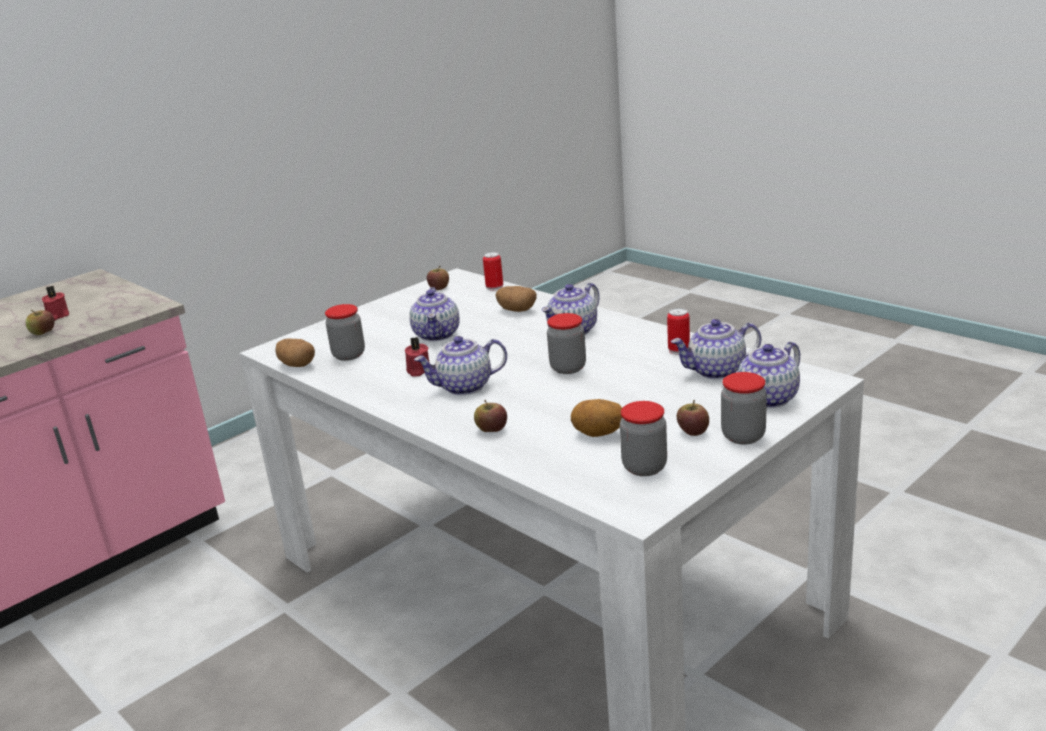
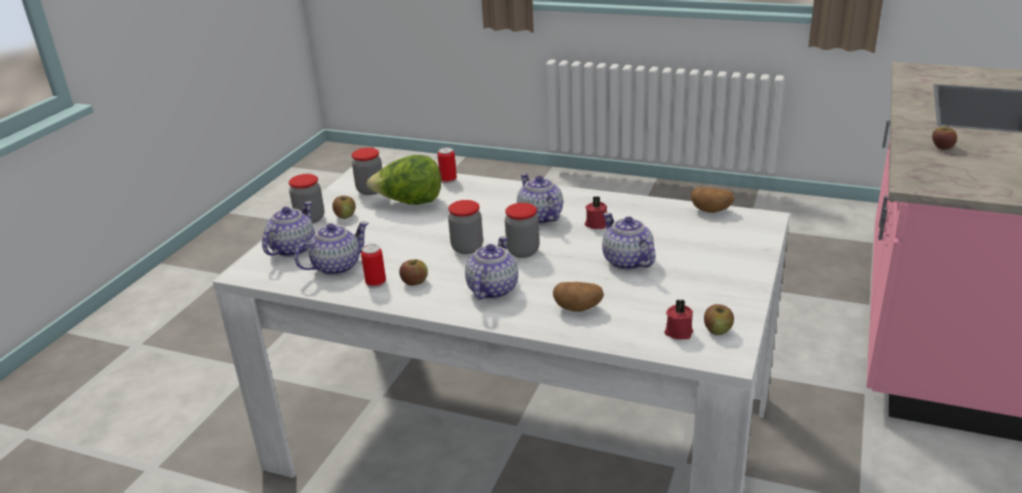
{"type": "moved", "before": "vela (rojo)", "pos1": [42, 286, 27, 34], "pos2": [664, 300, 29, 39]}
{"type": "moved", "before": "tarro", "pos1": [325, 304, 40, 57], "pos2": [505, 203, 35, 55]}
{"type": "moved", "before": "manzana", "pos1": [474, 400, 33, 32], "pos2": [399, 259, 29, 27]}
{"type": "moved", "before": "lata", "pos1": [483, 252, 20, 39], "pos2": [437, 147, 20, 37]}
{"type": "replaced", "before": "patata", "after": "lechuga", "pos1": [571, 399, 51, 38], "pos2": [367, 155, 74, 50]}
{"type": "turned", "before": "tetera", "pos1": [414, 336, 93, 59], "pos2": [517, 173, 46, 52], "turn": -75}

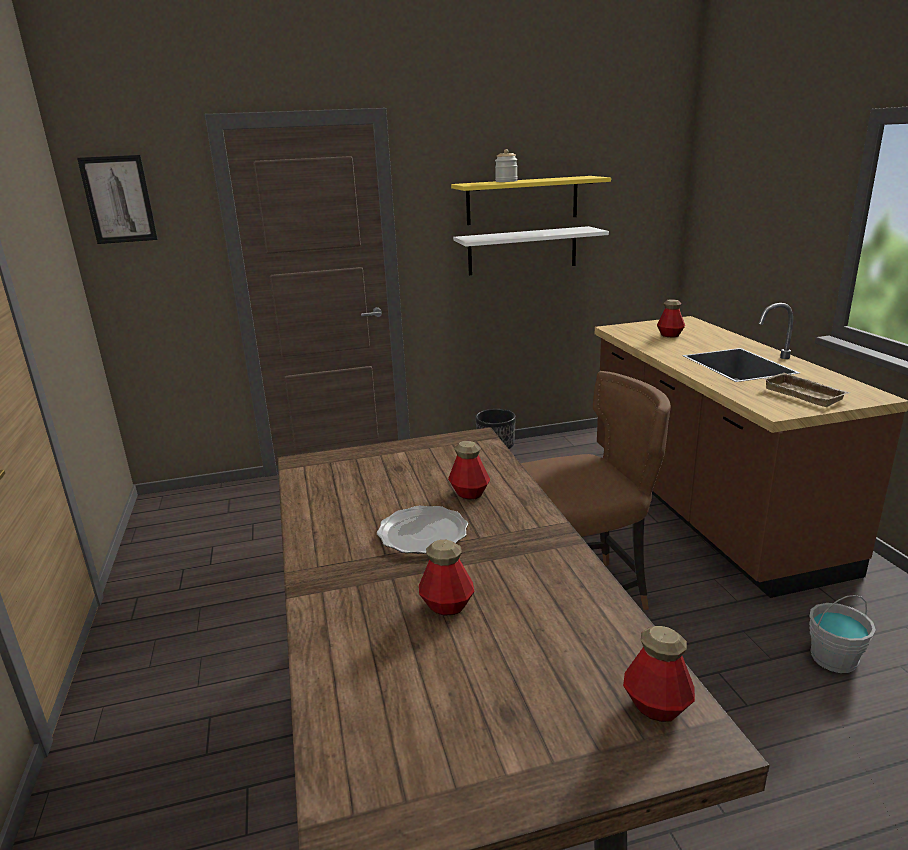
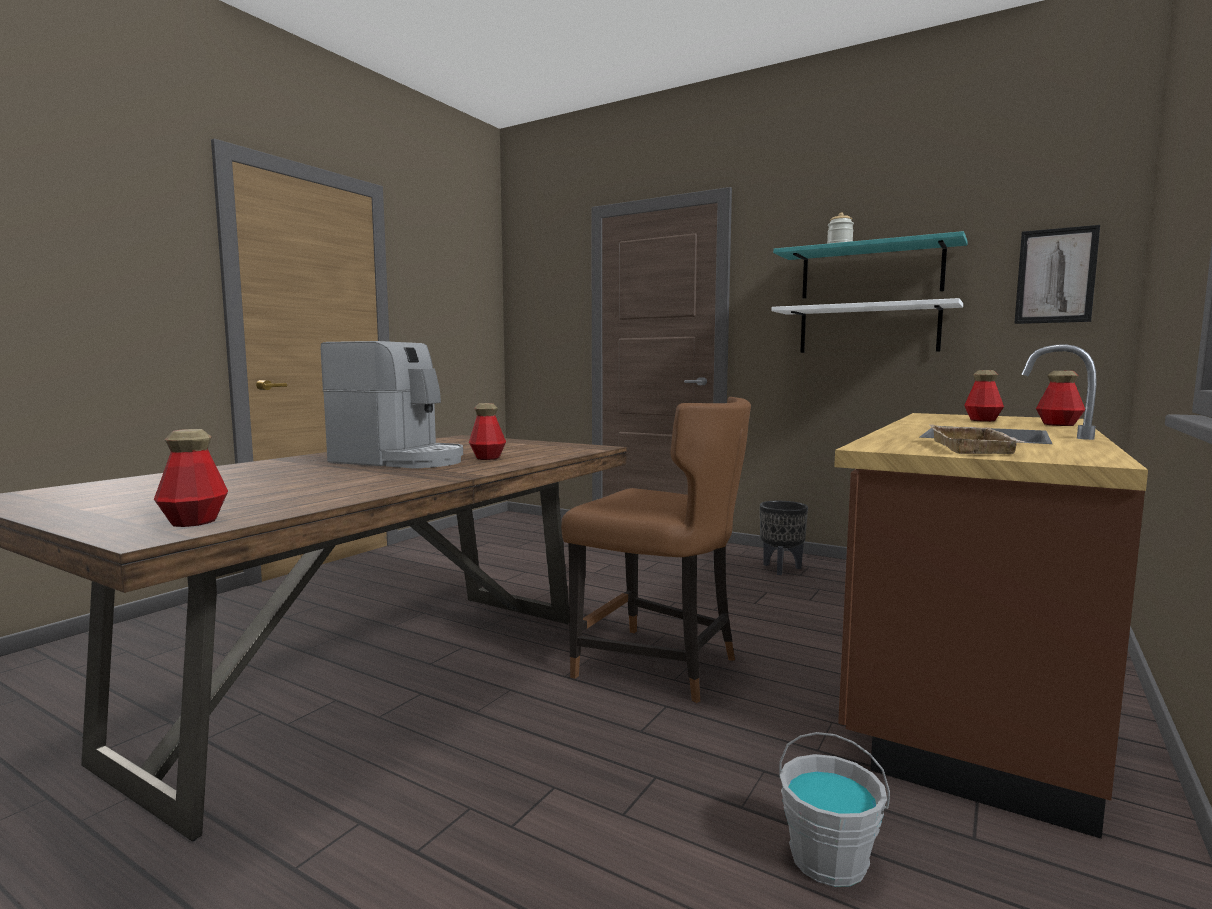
{"type": "moved", "before": "cuadro", "pos1": [77, 155, 81, 89], "pos2": [1014, 225, 86, 99]}
{"type": "moved", "before": "botella", "pos1": [419, 540, 56, 75], "pos2": [1036, 371, 49, 55]}
{"type": "replaced", "before": "plato", "after": "cafetera", "pos1": [377, 506, 91, 48], "pos2": [321, 341, 142, 127]}
{"type": "recoloured", "before": "estante (amarillo)", "after": "estante (turquesa)", "pos1": [451, 176, 160, 49], "pos2": [773, 231, 195, 67]}

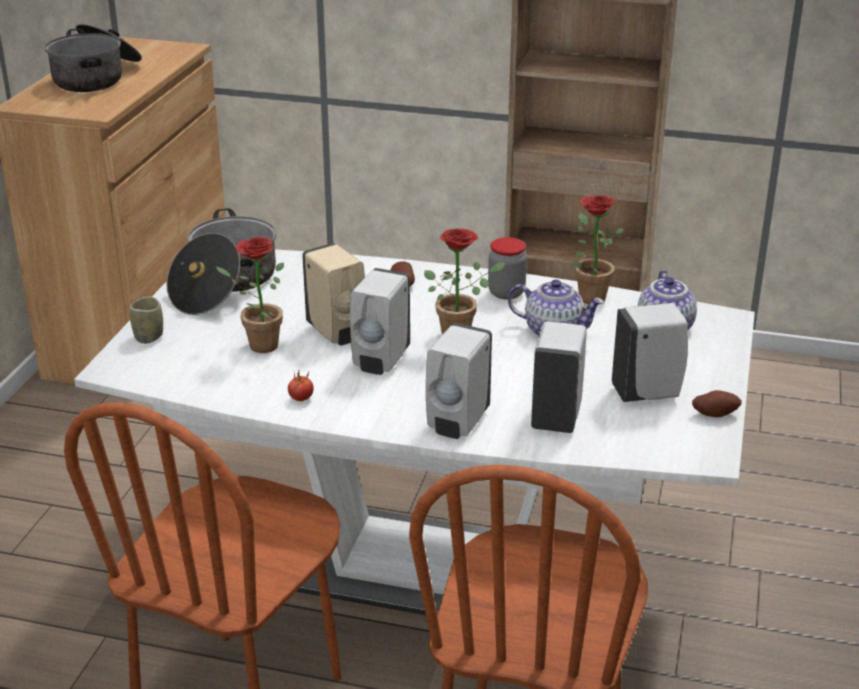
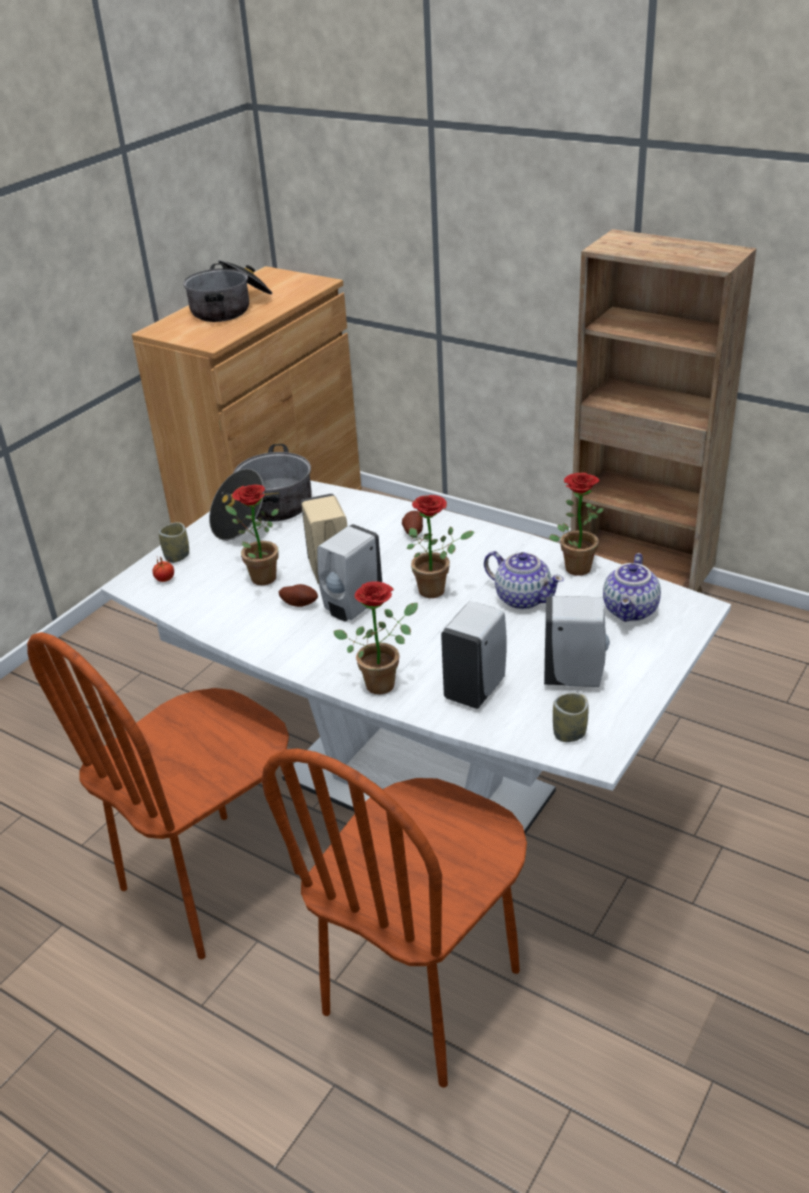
{"type": "removed", "before": "tarro", "pos1": [488, 237, 39, 63]}
{"type": "added", "after": "taza", "pos2": [553, 693, 36, 49]}
{"type": "moved", "before": "tomate", "pos1": [288, 371, 26, 30], "pos2": [153, 557, 21, 25]}
{"type": "moved", "before": "patata", "pos1": [692, 390, 50, 27], "pos2": [279, 584, 39, 23]}
{"type": "replaced", "before": "dispensador de jabón (blanco)", "after": "planta en maceta", "pos1": [426, 323, 66, 116], "pos2": [333, 581, 85, 113]}

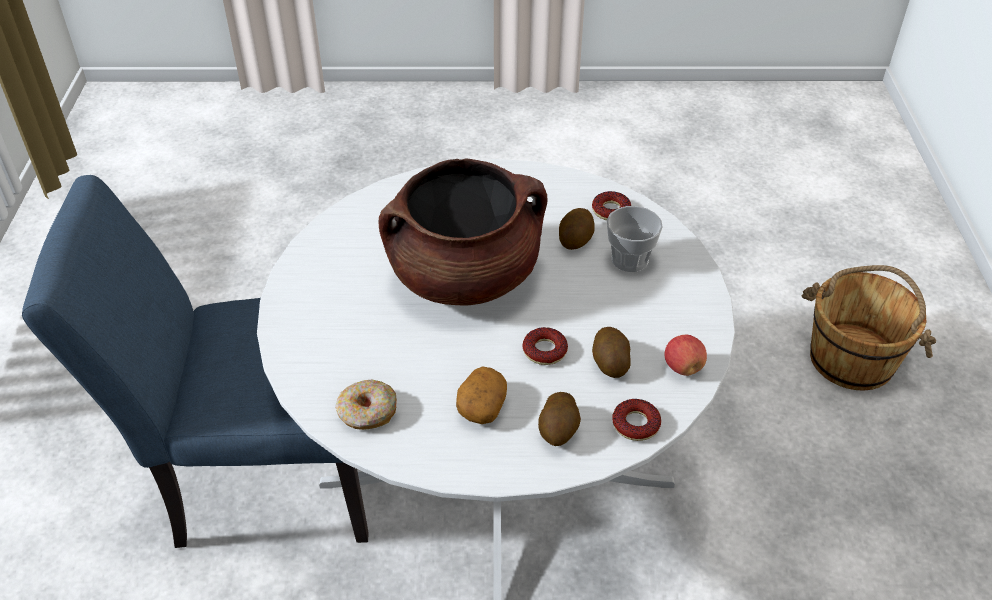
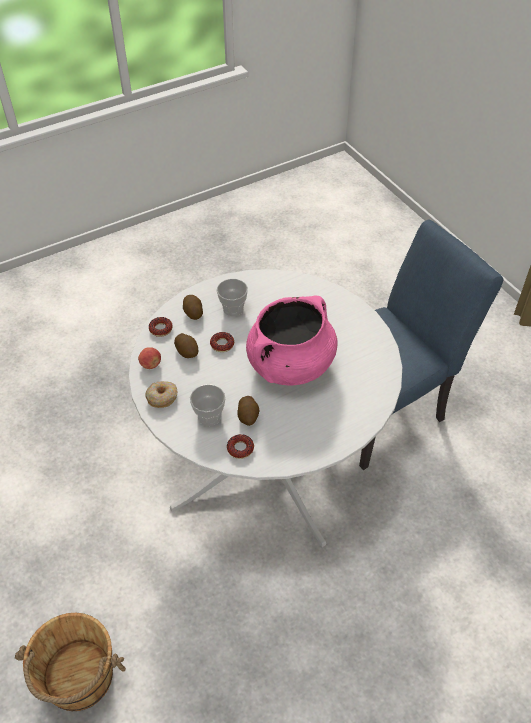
{"type": "moved", "before": "rosquilla", "pos1": [335, 379, 62, 51], "pos2": [146, 381, 32, 27]}
{"type": "replaced", "before": "patata", "after": "taza", "pos1": [456, 366, 51, 58], "pos2": [217, 279, 31, 37]}
{"type": "recoloured", "before": "olla (marrón)", "after": "olla (rosa)", "pos1": [379, 158, 169, 148], "pos2": [246, 295, 91, 90]}

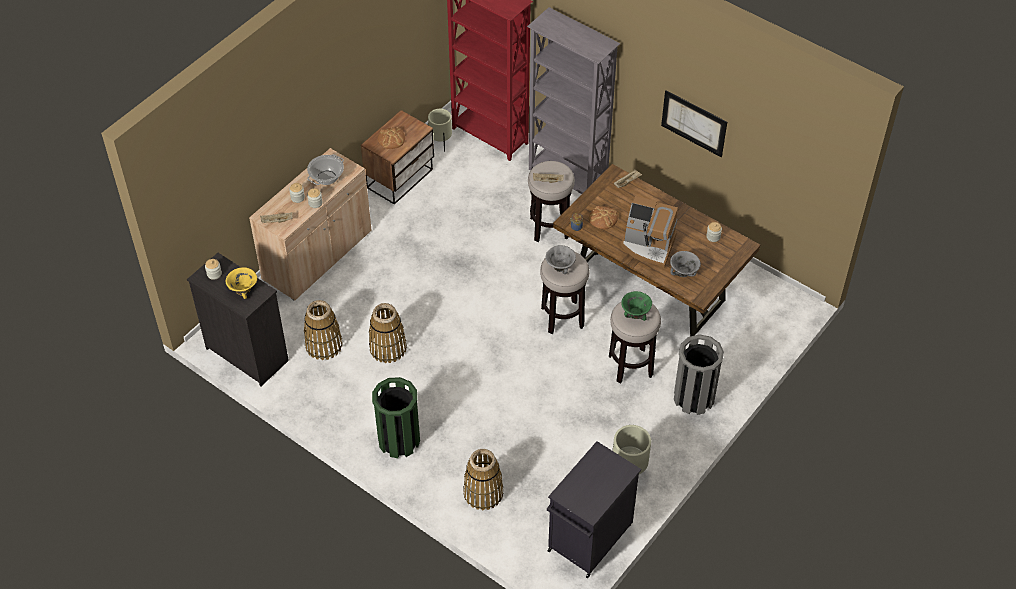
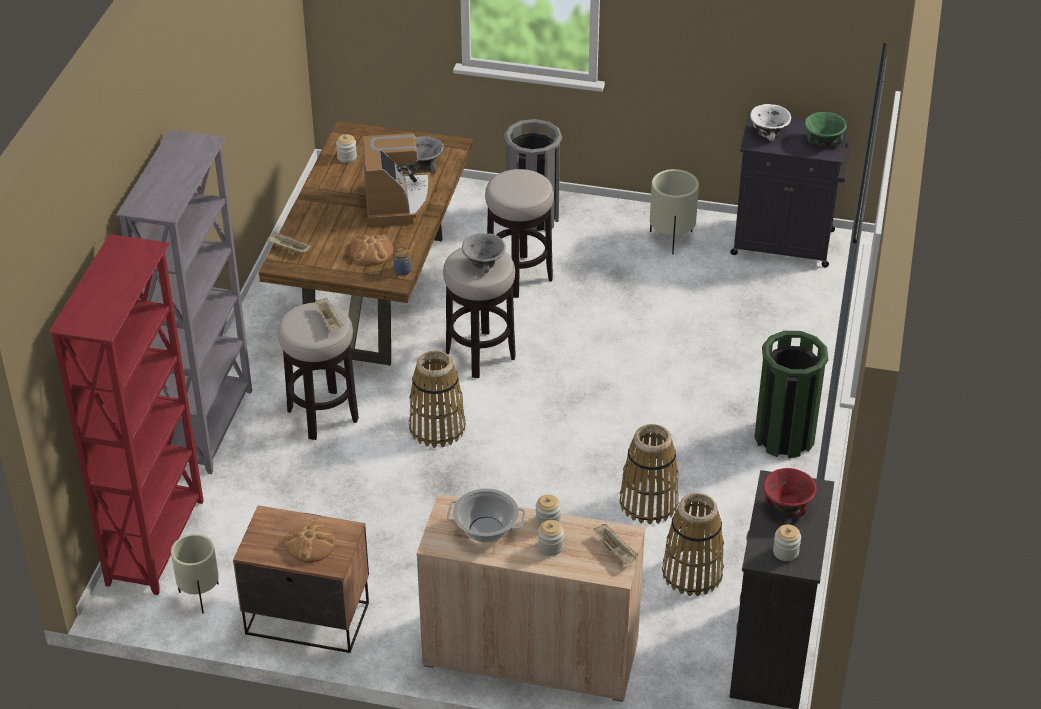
{"type": "removed", "before": "cuadro", "pos1": [661, 90, 66, 67]}
{"type": "added", "after": "cuenco (blanco)", "pos2": [750, 104, 41, 37]}
{"type": "moved", "before": "cesta", "pos1": [463, 449, 41, 61], "pos2": [409, 350, 57, 98]}
{"type": "moved", "before": "cuenco (verde)", "pos1": [621, 291, 31, 30], "pos2": [805, 112, 42, 35]}
{"type": "recoloured", "before": "cuenco (amarillo)", "after": "cuenco (rojo)", "pos1": [226, 267, 31, 32], "pos2": [763, 468, 54, 49]}

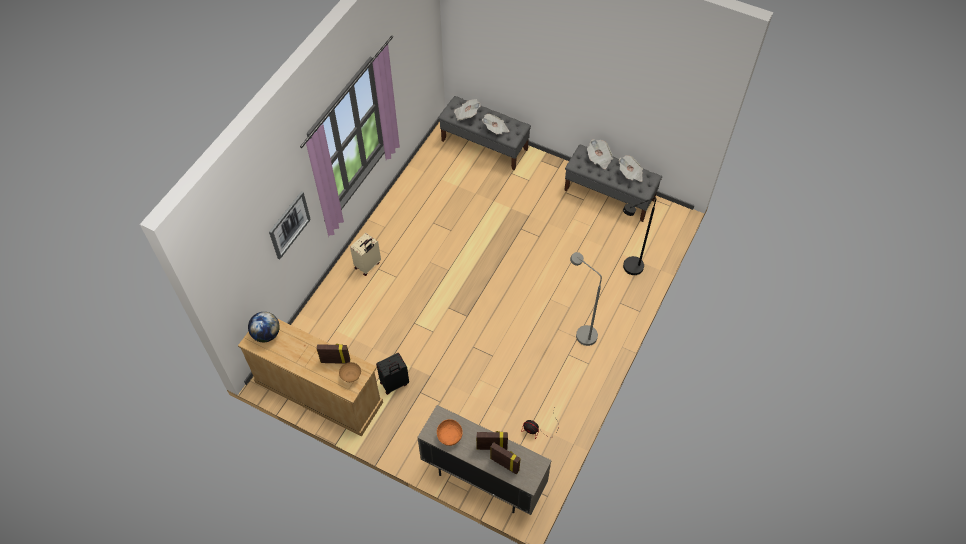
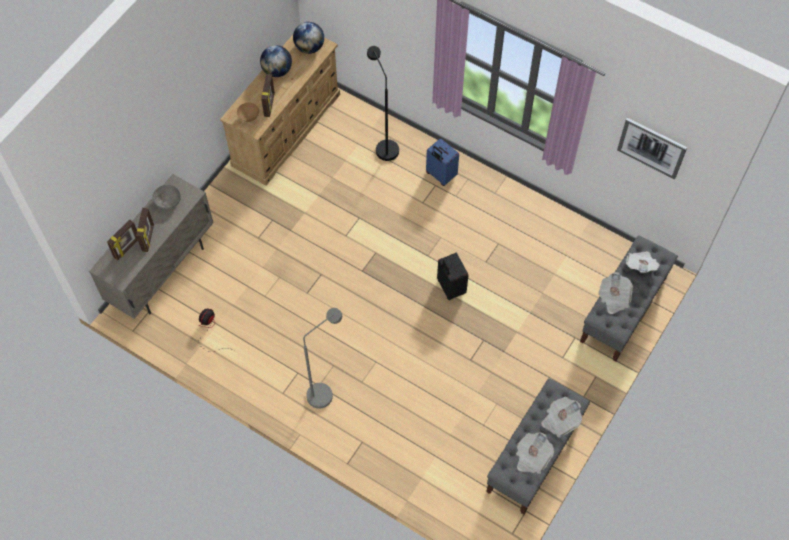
{"type": "added", "after": "globo terráqueo", "pos2": [260, 45, 32, 32]}
{"type": "moved", "before": "cuadro", "pos1": [269, 191, 42, 68], "pos2": [617, 118, 70, 61]}
{"type": "moved", "before": "maleta (negro)", "pos1": [376, 353, 33, 42], "pos2": [437, 253, 32, 47]}
{"type": "moved", "before": "lámpara de pie (negro)", "pos1": [623, 197, 33, 78], "pos2": [367, 46, 32, 115]}
{"type": "recoloured", "before": "maleta (beis)", "after": "maleta (azul)", "pos1": [350, 233, 31, 43], "pos2": [426, 138, 33, 48]}
{"type": "recoloured", "before": "cuenco (naranja)", "after": "cuenco (gris)", "pos1": [437, 419, 26, 27], "pos2": [152, 185, 29, 25]}

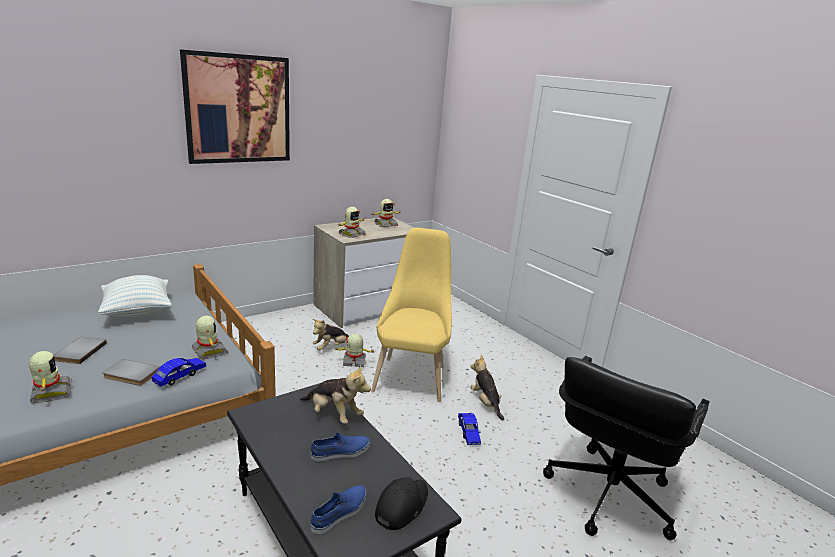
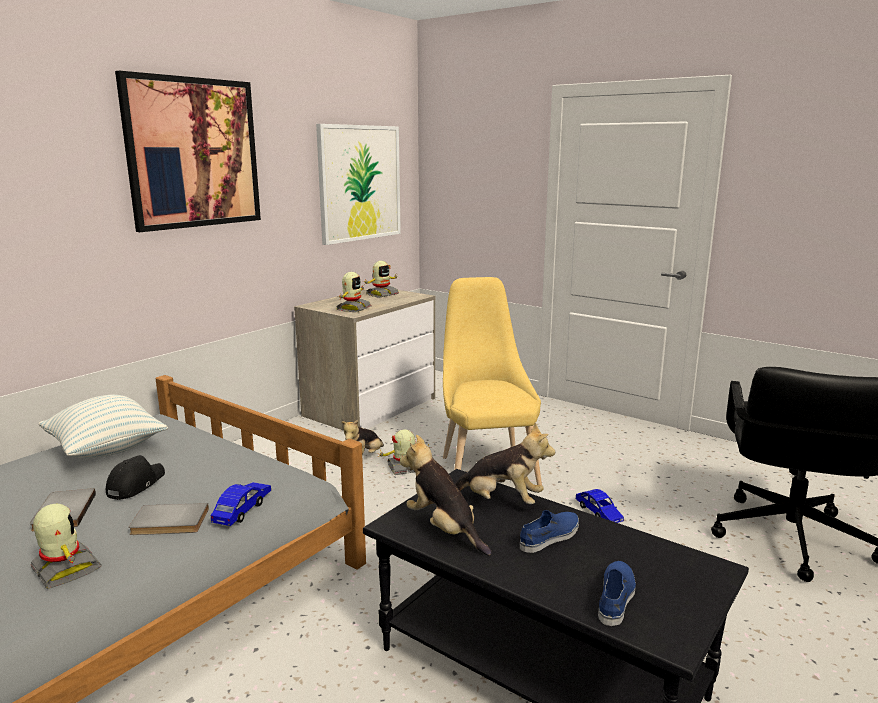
{"type": "removed", "before": "robot de juguete", "pos1": [192, 316, 36, 44]}
{"type": "added", "after": "cuadro", "pos2": [316, 124, 85, 121]}
{"type": "moved", "before": "gorra (negro)", "pos1": [375, 477, 53, 53], "pos2": [106, 455, 59, 45]}
{"type": "moved", "before": "peluche", "pos1": [470, 355, 34, 65], "pos2": [400, 435, 92, 121]}

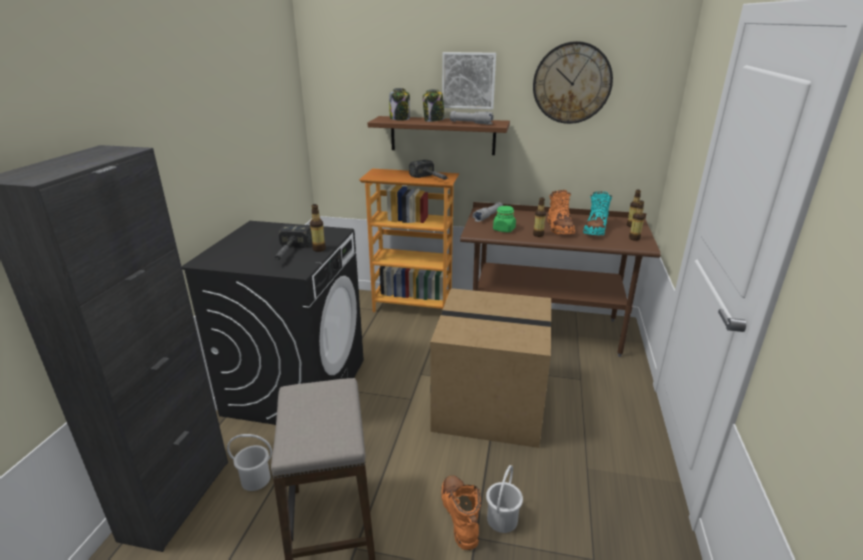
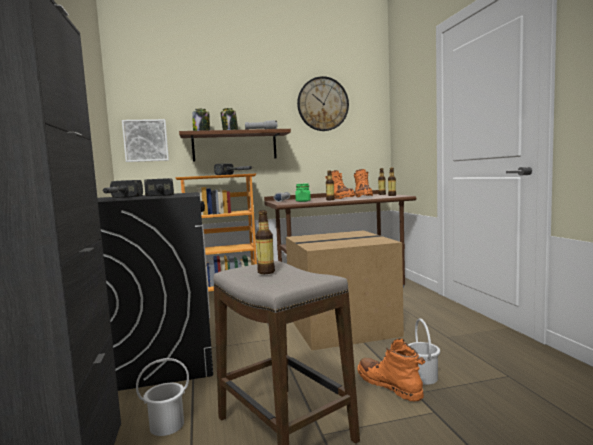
{"type": "added", "after": "martillo", "pos2": [103, 180, 40, 18]}
{"type": "moved", "before": "botella", "pos1": [310, 204, 16, 48], "pos2": [256, 210, 19, 64]}
{"type": "moved", "before": "cuadro", "pos1": [442, 52, 54, 57], "pos2": [122, 119, 47, 43]}
{"type": "recoloured", "before": "bota (turquesa)", "after": "bota (naranja)", "pos1": [583, 191, 29, 44], "pos2": [354, 169, 19, 28]}

